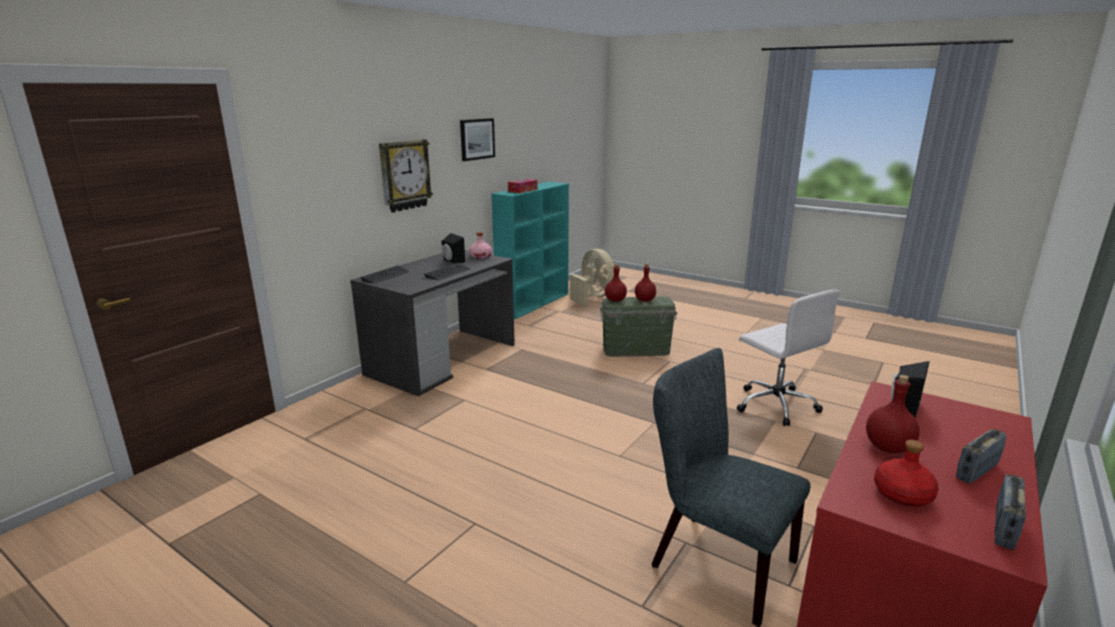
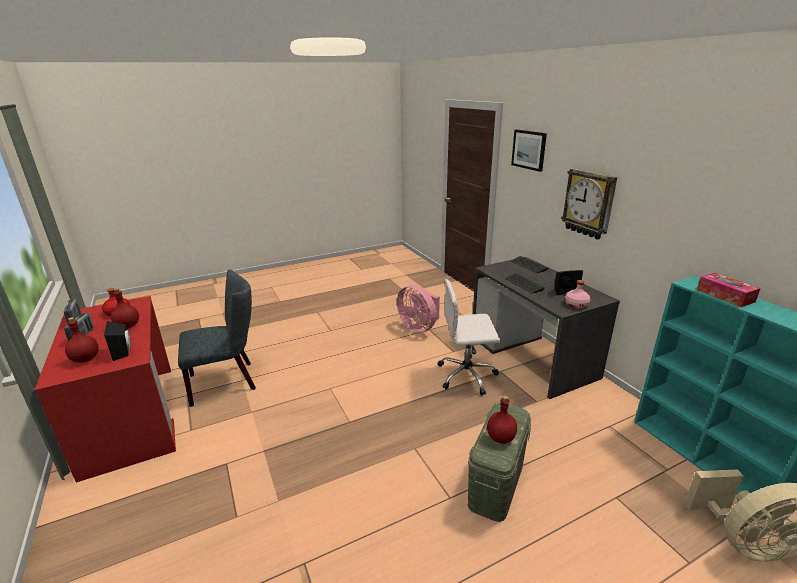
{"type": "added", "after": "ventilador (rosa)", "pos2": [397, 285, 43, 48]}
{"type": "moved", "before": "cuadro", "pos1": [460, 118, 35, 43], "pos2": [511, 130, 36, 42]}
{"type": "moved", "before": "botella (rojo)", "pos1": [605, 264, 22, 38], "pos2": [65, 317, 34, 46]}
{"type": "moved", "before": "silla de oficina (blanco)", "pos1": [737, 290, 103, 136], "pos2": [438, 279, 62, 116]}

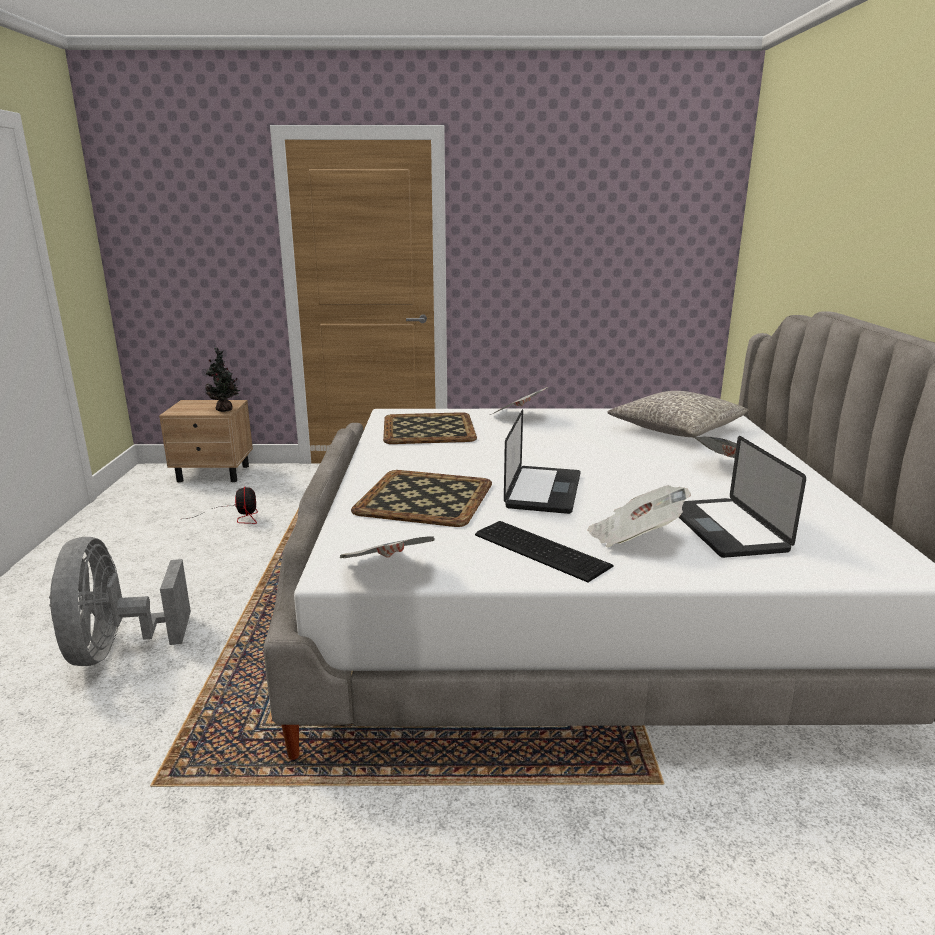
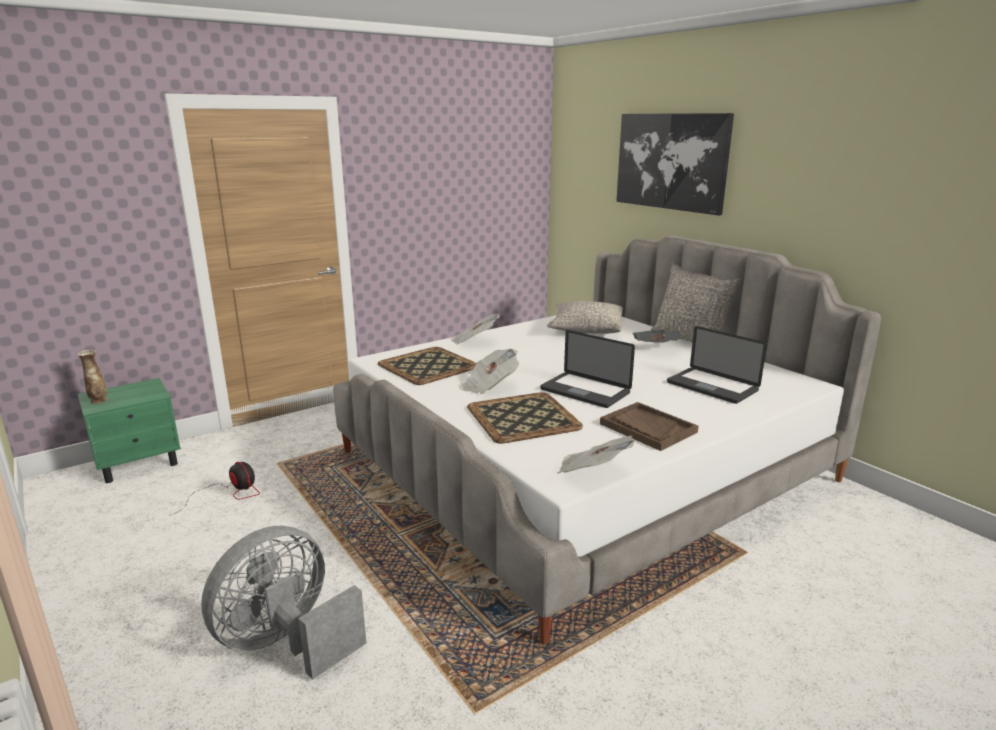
{"type": "removed", "before": "planta en maceta", "pos1": [205, 347, 36, 65]}
{"type": "added", "after": "florero", "pos2": [76, 350, 32, 54]}
{"type": "added", "after": "cuadro", "pos2": [616, 113, 118, 102]}
{"type": "added", "after": "cojín (gris)", "pos2": [651, 263, 91, 80]}
{"type": "moved", "before": "periódico", "pos1": [587, 485, 104, 62], "pos2": [459, 349, 60, 45]}
{"type": "replaced", "before": "teclado", "after": "bandeja (marrón)", "pos1": [475, 521, 139, 61], "pos2": [600, 402, 99, 49]}
{"type": "recoloured", "before": "mesita de noche (beis)", "after": "mesita de noche (verde)", "pos1": [159, 400, 94, 82], "pos2": [78, 378, 103, 105]}
{"type": "turned", "before": "ventilador (gris)", "pos1": [49, 537, 142, 129], "pos2": [201, 526, 165, 154], "turn": 90}
{"type": "turned", "before": "portátil", "pos1": [504, 409, 76, 105], "pos2": [540, 330, 95, 78], "turn": 150}

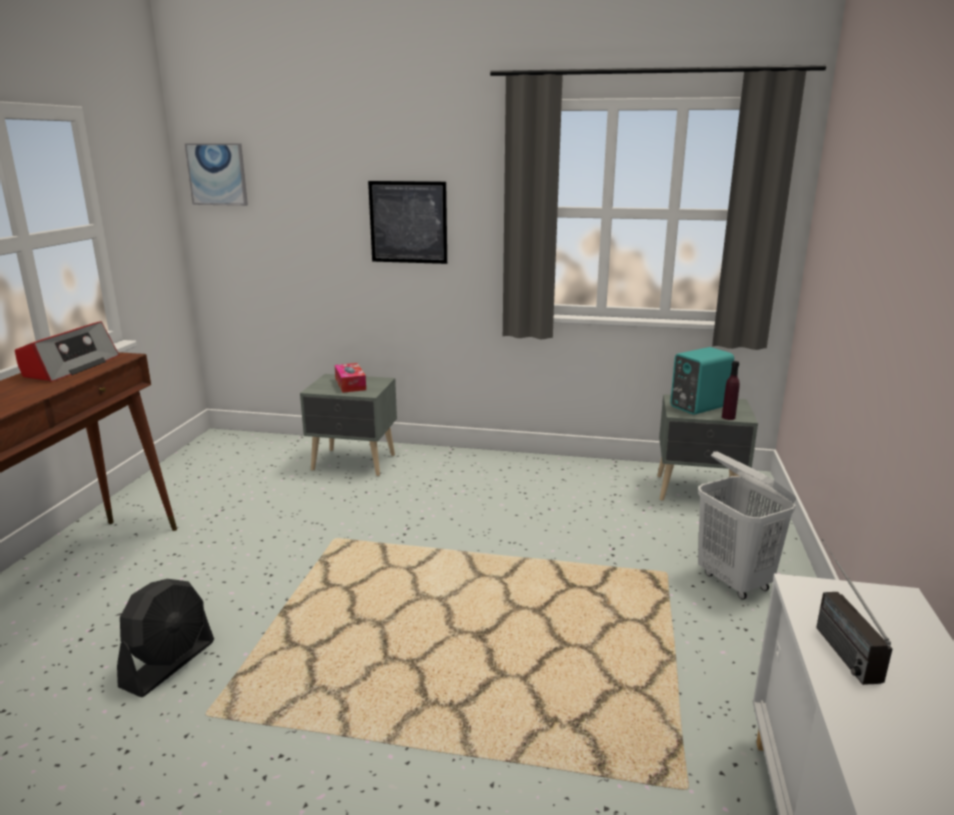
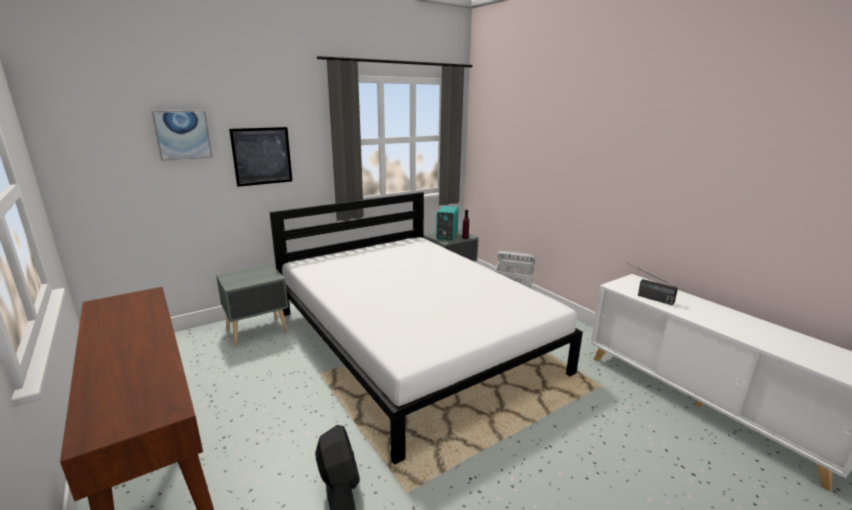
{"type": "removed", "before": "radio", "pos1": [15, 321, 104, 61]}
{"type": "removed", "before": "caja de pañuelos", "pos1": [335, 363, 31, 30]}
{"type": "added", "after": "cama (blanco)", "pos2": [270, 192, 313, 273]}
{"type": "moved", "before": "cuadro", "pos1": [185, 143, 63, 63], "pos2": [151, 110, 62, 51]}

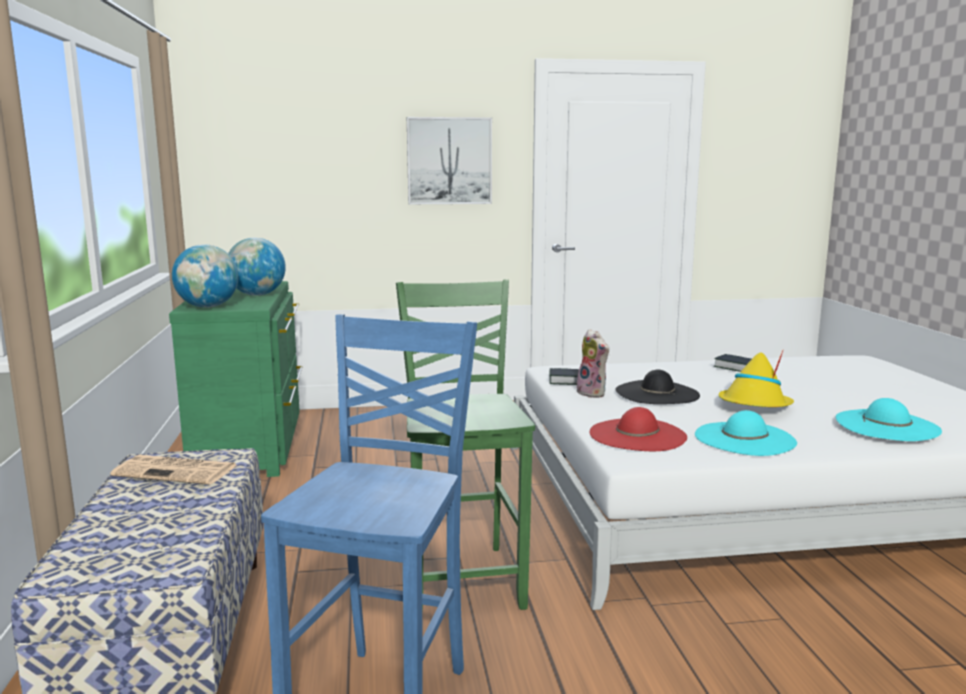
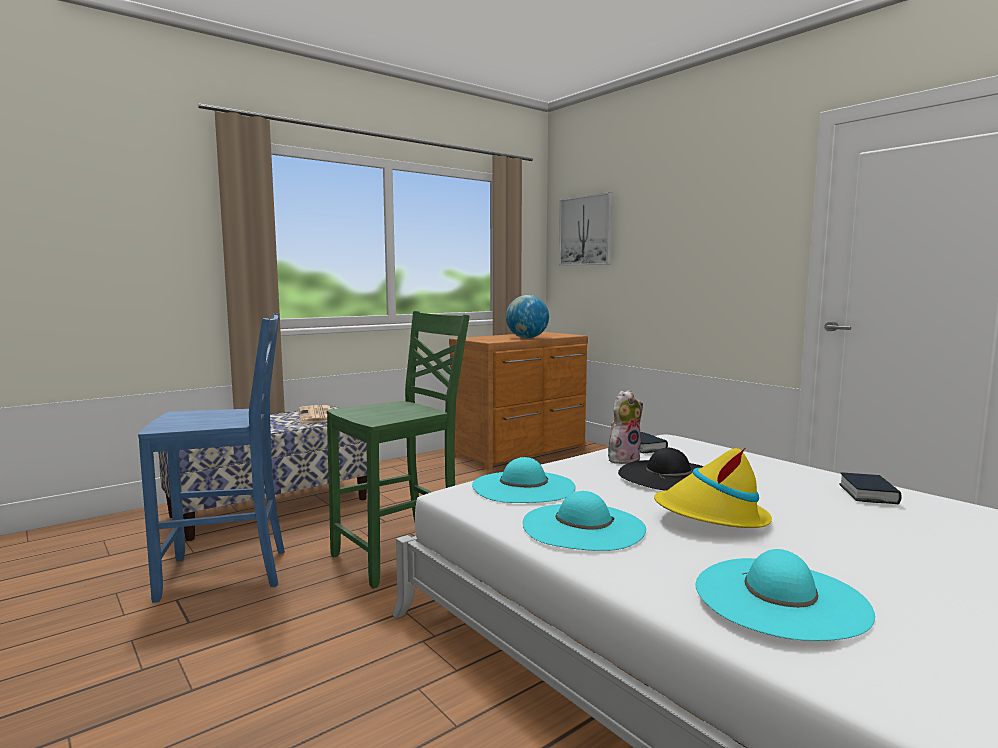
{"type": "removed", "before": "globo terráqueo", "pos1": [172, 244, 67, 64]}
{"type": "moved", "before": "cuadro", "pos1": [407, 117, 85, 87], "pos2": [559, 192, 54, 74]}
{"type": "recoloured", "before": "cómoda (verde)", "after": "cómoda (marrón)", "pos1": [169, 281, 134, 196], "pos2": [449, 332, 139, 138]}
{"type": "recoloured", "before": "sombrero (rojo)", "after": "sombrero (turquesa)", "pos1": [590, 407, 97, 44], "pos2": [472, 457, 104, 46]}
{"type": "turned", "before": "peluche", "pos1": [576, 329, 33, 69], "pos2": [608, 390, 35, 74], "turn": -150}

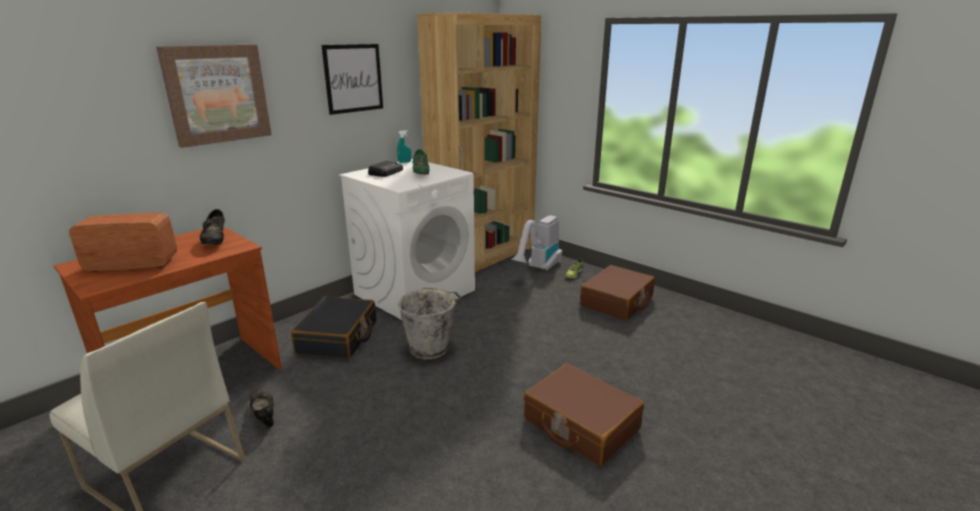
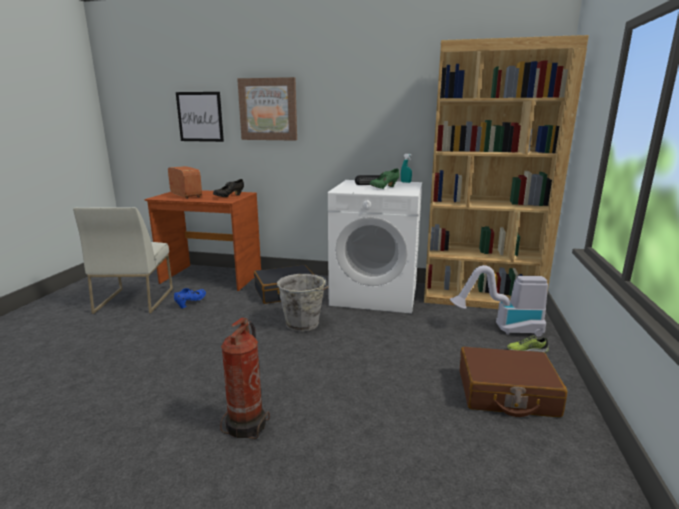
{"type": "moved", "before": "cuadro", "pos1": [321, 44, 62, 71], "pos2": [176, 92, 48, 50]}
{"type": "replaced", "before": "maleta (marrón)", "after": "extintor", "pos1": [524, 363, 120, 103], "pos2": [220, 317, 50, 122]}
{"type": "recoloured", "before": "zapato (negro)", "after": "zapato (azul)", "pos1": [250, 389, 24, 39], "pos2": [174, 288, 32, 21]}

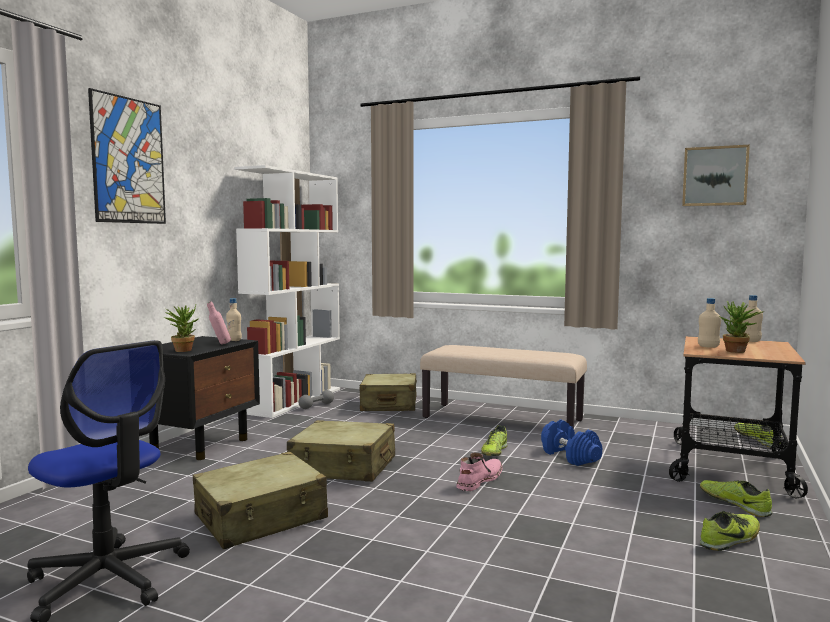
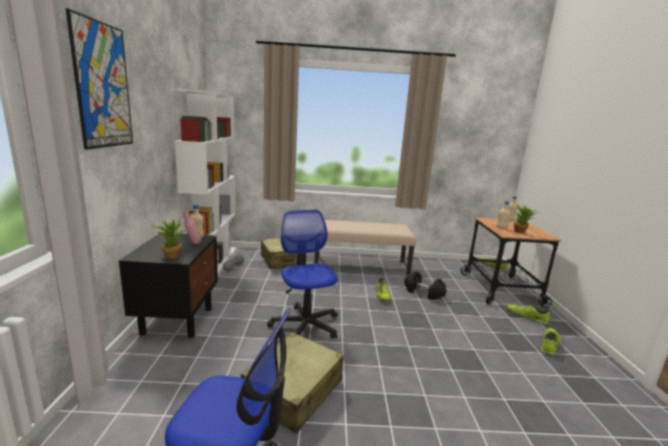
{"type": "removed", "before": "bota (rosa)", "pos1": [456, 453, 47, 38]}
{"type": "removed", "before": "cuadro", "pos1": [682, 145, 68, 61]}
{"type": "replaced", "before": "maleta (beis)", "after": "silla de oficina", "pos1": [287, 420, 108, 62], "pos2": [267, 210, 71, 129]}
{"type": "recoloured", "before": "mancuerna (azul)", "after": "mancuerna (negro)", "pos1": [541, 420, 61, 46], "pos2": [404, 271, 42, 29]}

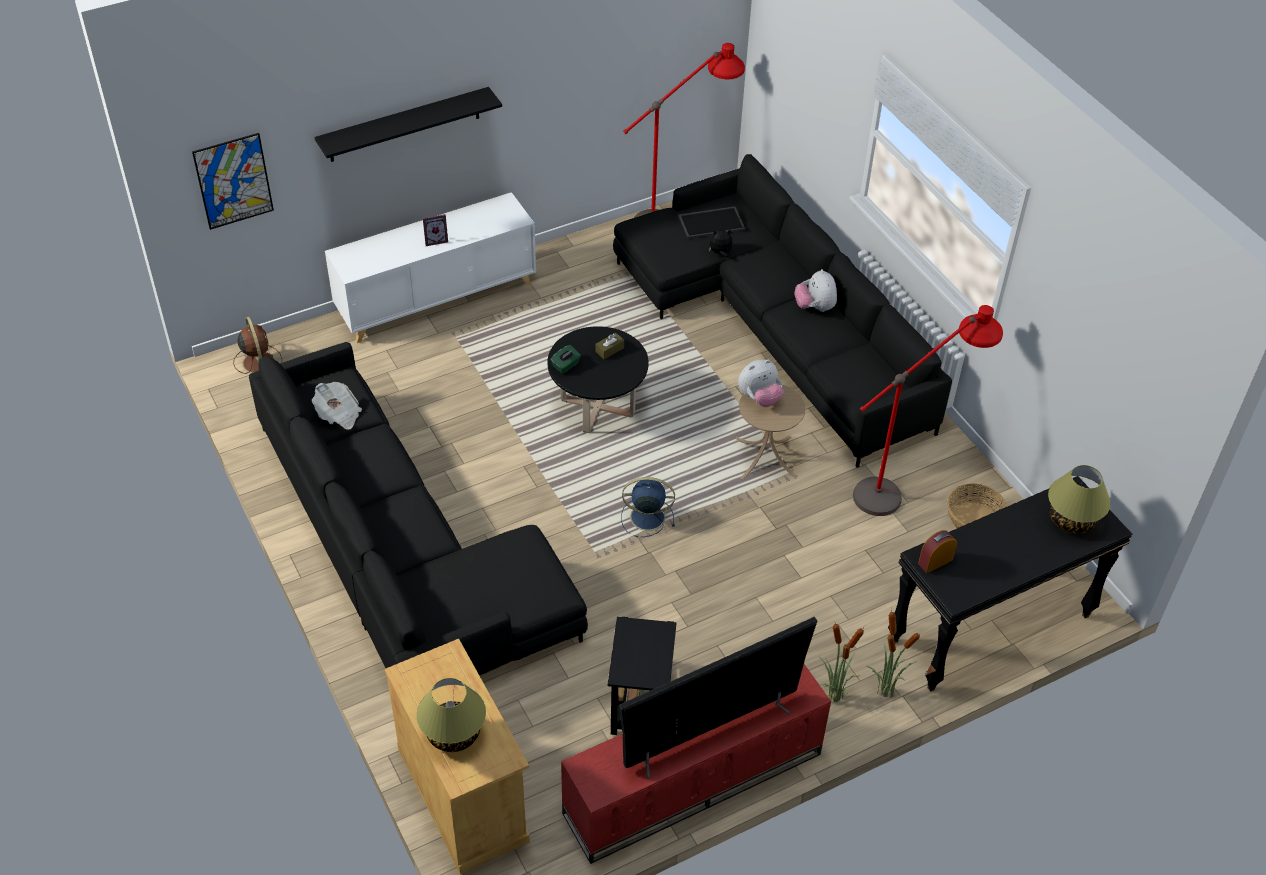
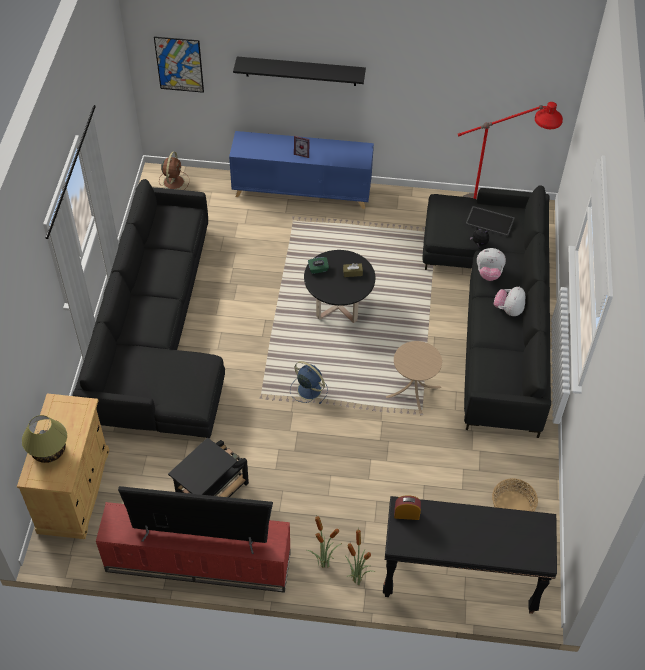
{"type": "removed", "before": "periódico", "pos1": [312, 382, 50, 48]}
{"type": "removed", "before": "lámpara de pie (rojo)", "pos1": [853, 305, 150, 211]}
{"type": "removed", "before": "lámpara de mesa", "pos1": [1048, 465, 62, 69]}
{"type": "moved", "before": "peluche", "pos1": [738, 360, 45, 47], "pos2": [477, 248, 29, 33]}
{"type": "recoloured", "before": "armario (blanco)", "after": "armario (azul)", "pos1": [325, 192, 211, 151], "pos2": [229, 131, 145, 78]}

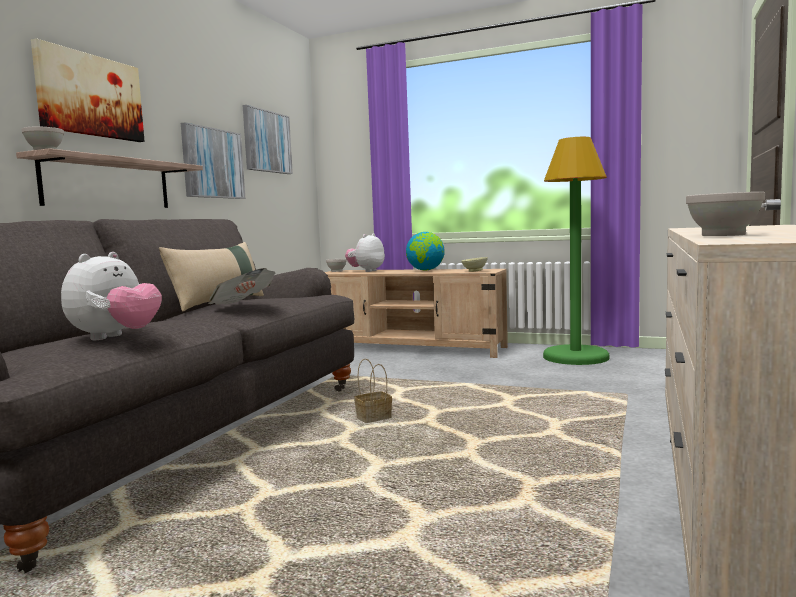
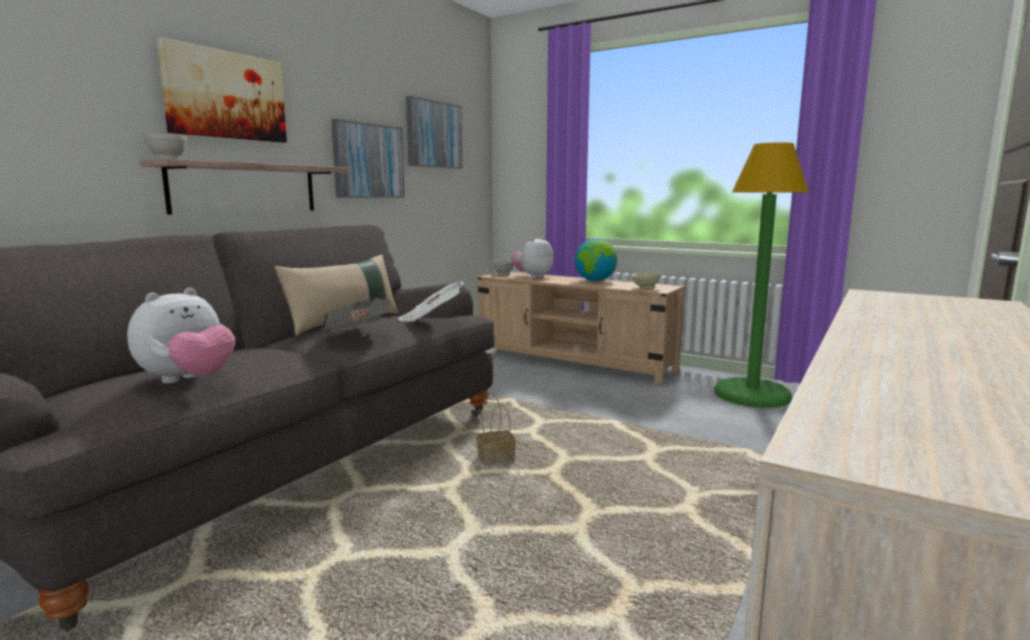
{"type": "removed", "before": "cuenco (blanco)", "pos1": [686, 192, 79, 44]}
{"type": "added", "after": "periódico", "pos2": [398, 281, 66, 41]}

